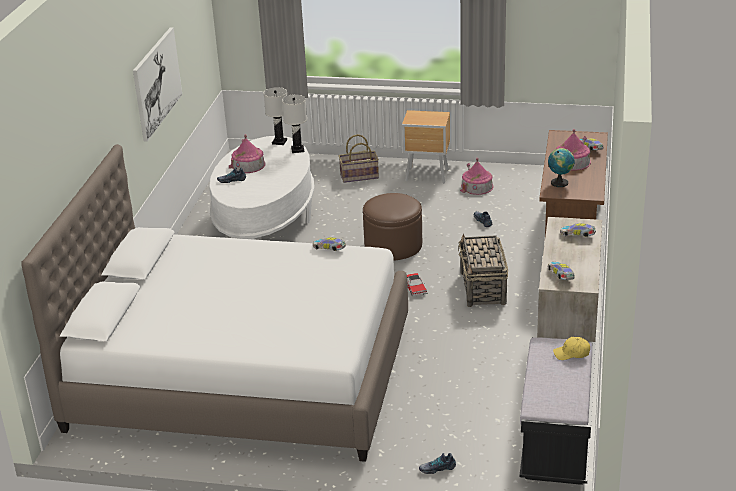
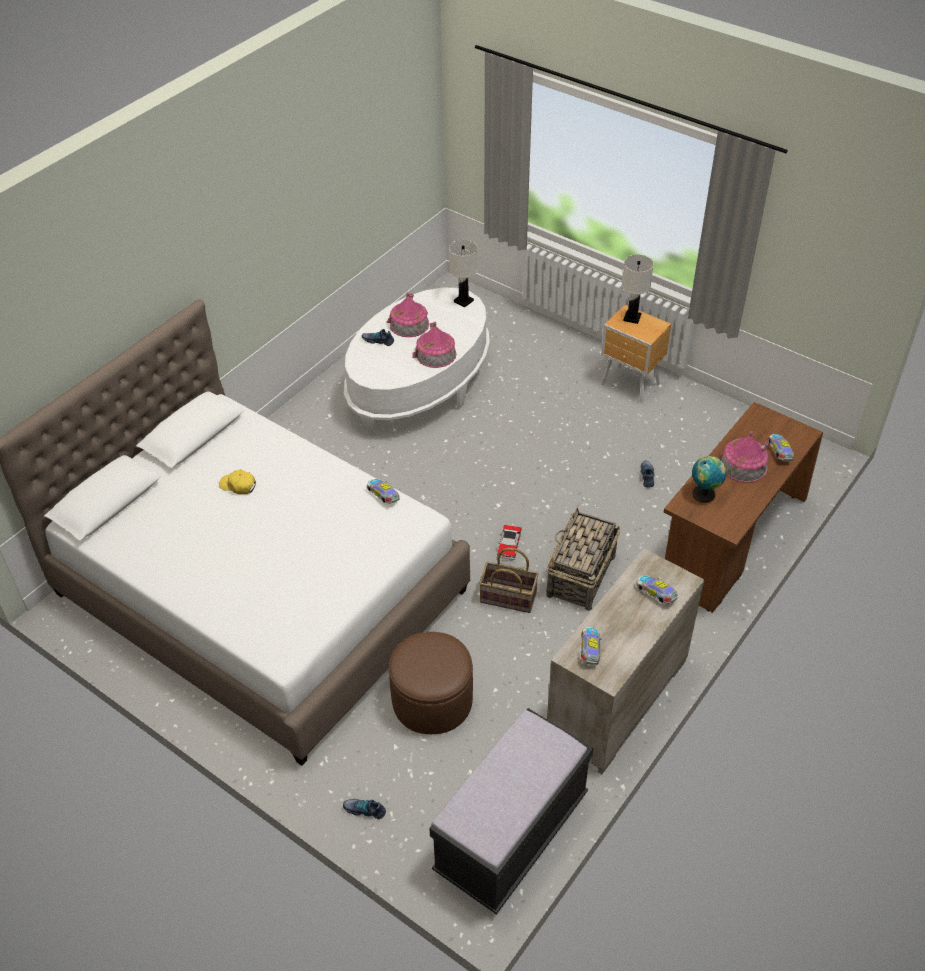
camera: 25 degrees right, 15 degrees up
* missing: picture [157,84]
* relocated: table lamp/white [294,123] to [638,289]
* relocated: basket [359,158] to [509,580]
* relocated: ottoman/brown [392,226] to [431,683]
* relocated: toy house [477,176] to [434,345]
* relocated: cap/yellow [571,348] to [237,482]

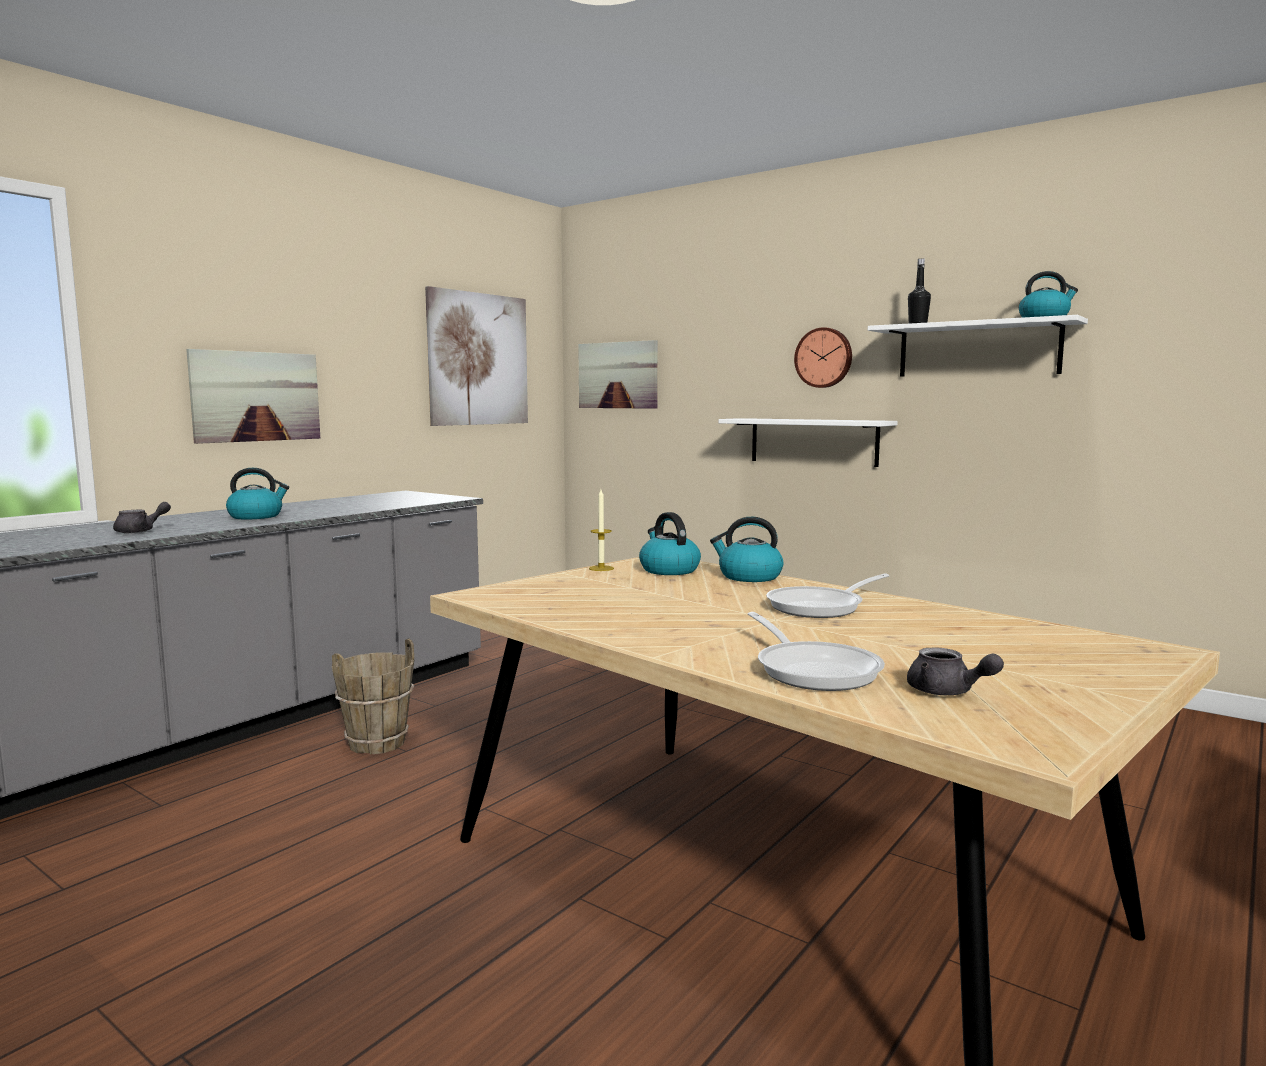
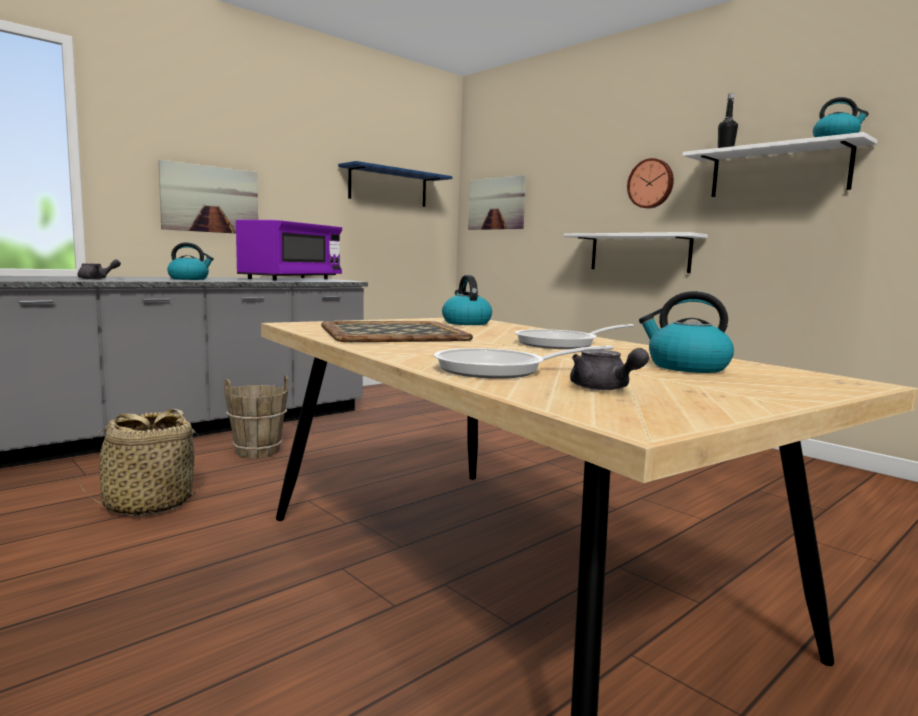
camera: 10 degrees right, 0 degrees up
* missing: candle [601,530]
* appeared: basket [141,462]
* appeared: microwave/purple [289,250]
* appeared: tray [397,331]
* relocated: kettle [746,549] to [686,332]
* exchanged: picture [476,356] to shelf/blue [395,184]
* spun: frying pan [816,651] = [523,362] 90 degrees clockwise

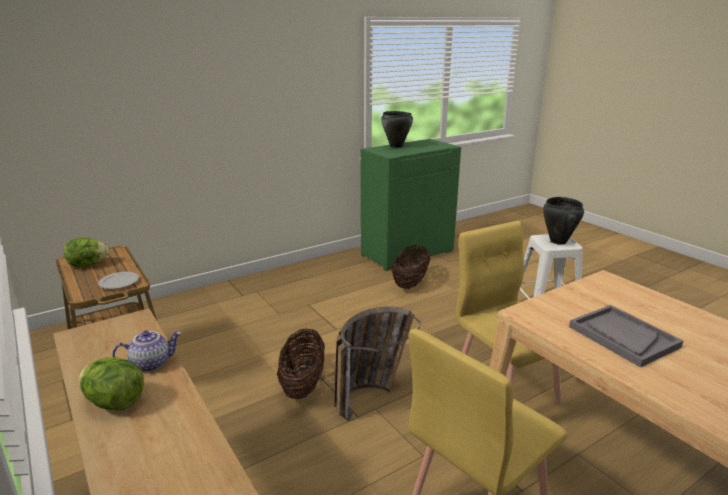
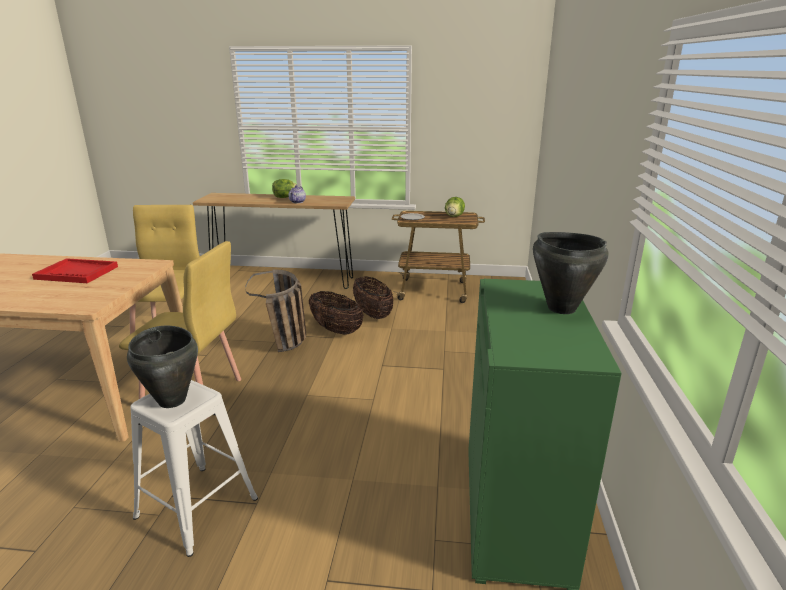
camera: 130 degrees right, 0 degrees up
* relocated: basket [410,267] to [373,297]
* colour: tray/grey [626,336] to tray/red [75,270]

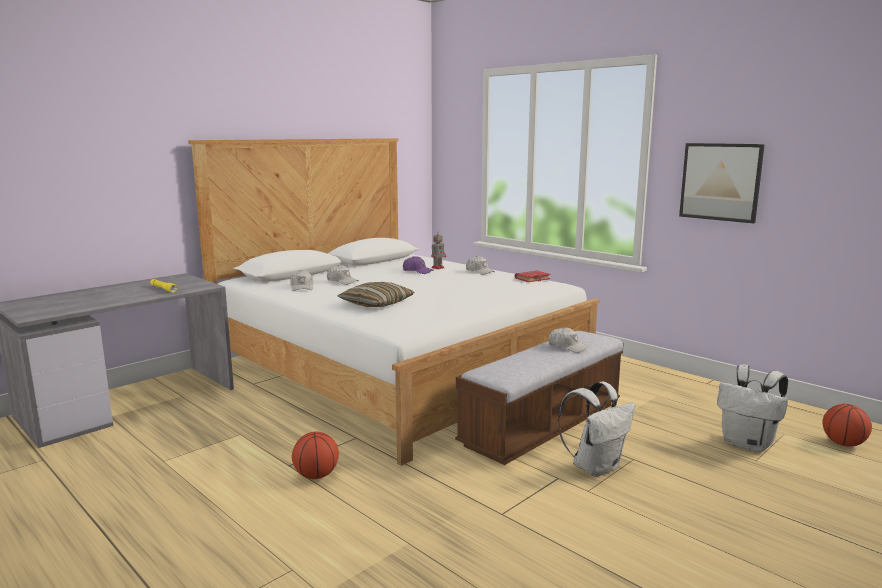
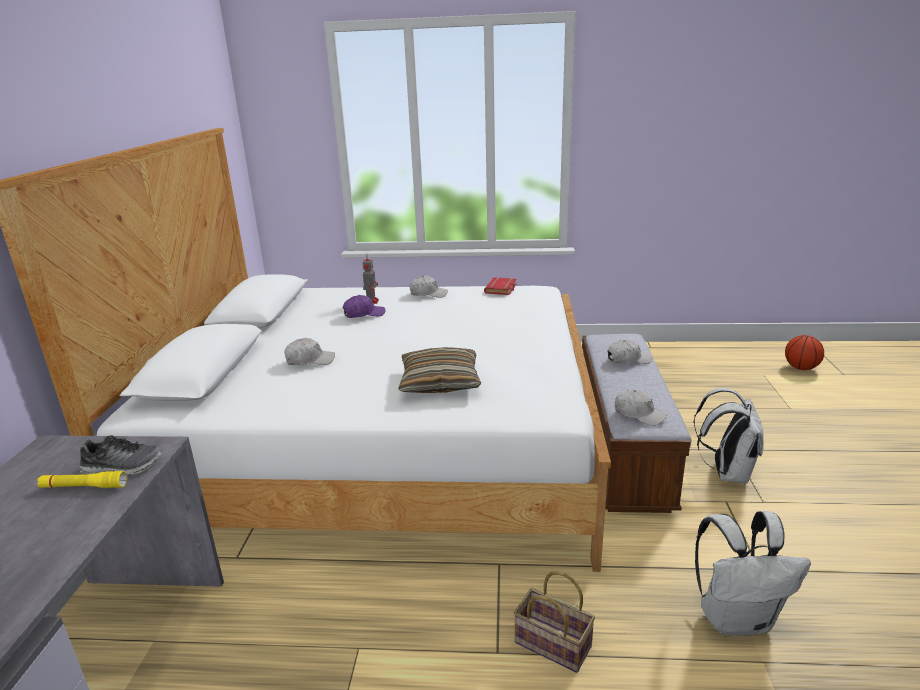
camera: 40 degrees left, 10 degrees up
* missing: picture [722,183]
* appeared: shoe [121,455]
* relocated: cap/white [302,280] to [641,407]
* relocated: backpack/white [752,408] to [753,573]
* exchanged: basketball [315,455] to basket [554,622]

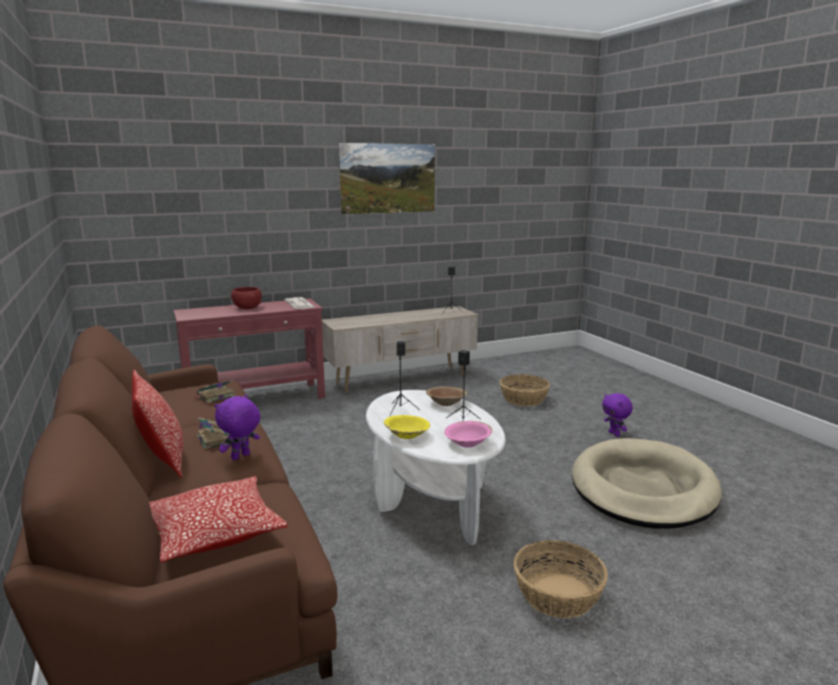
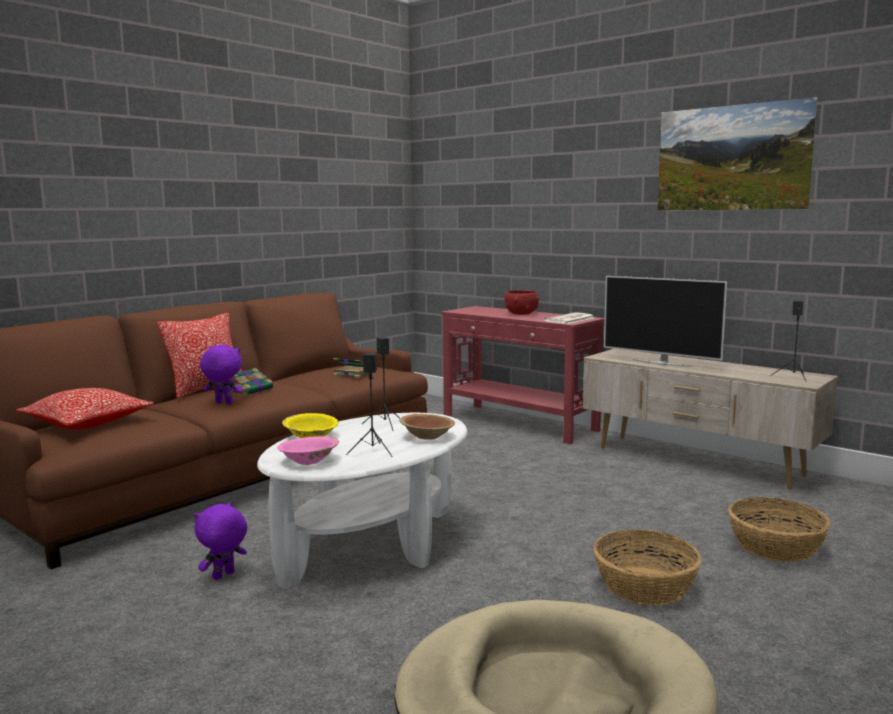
camera: 65 degrees right, 5 degrees down
* appeared: television [665,321]
* relocated: basket [560,579] to [647,567]
* relocated: plush toy/purple [617,415] to [220,541]

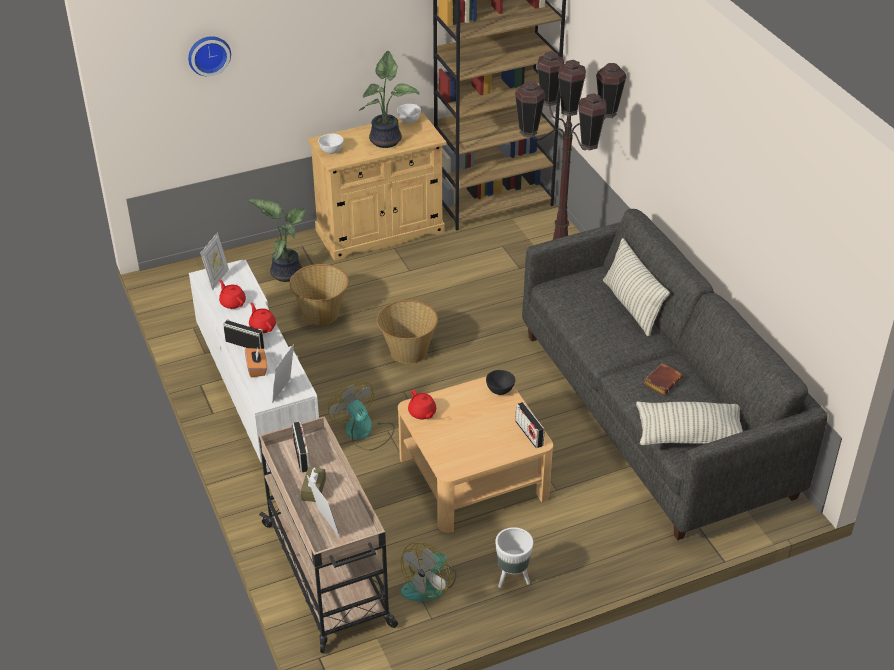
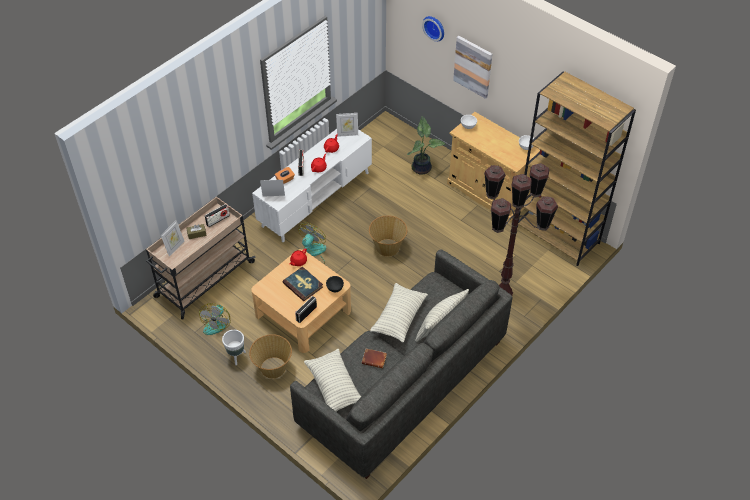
camera: 65 degrees right, 10 degrees up
* missing: potted plant [389,99]
* appeared: book [303,283]
* appeared: pillow [399,312]
* appeared: picture [472,67]
* relocated: basket [319,294] to [270,356]
* spun: fan [428,572] = [215,319] 90 degrees counterclockwise

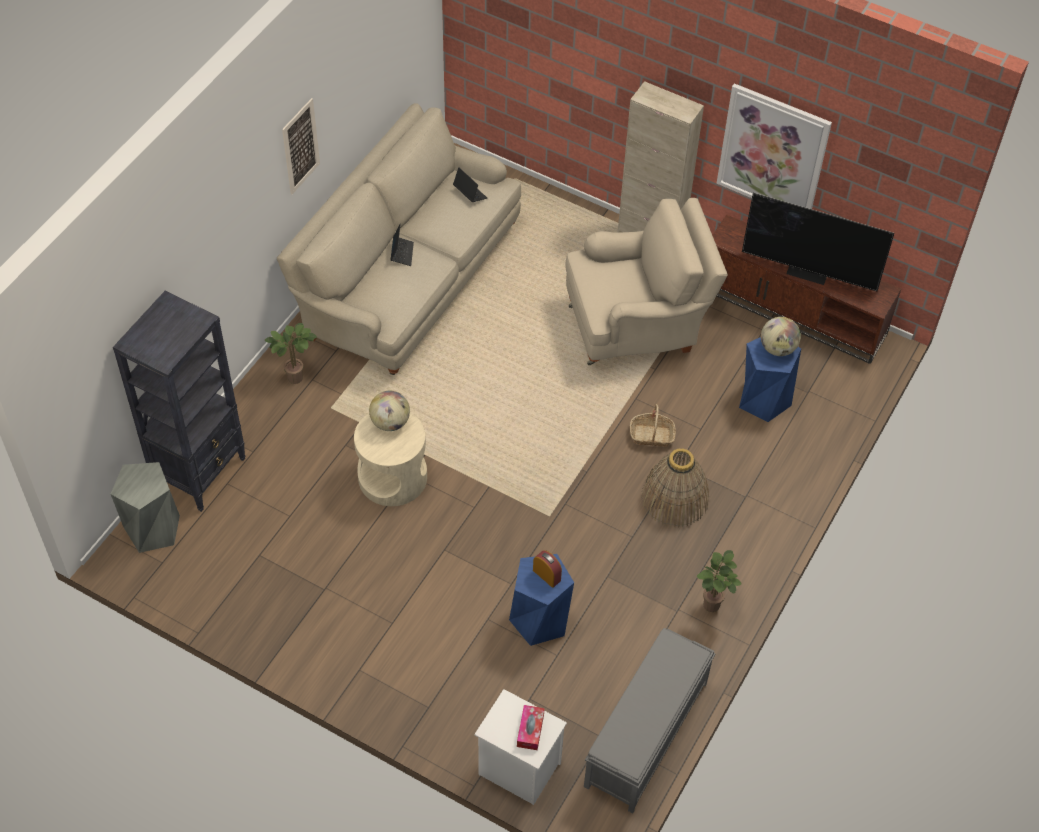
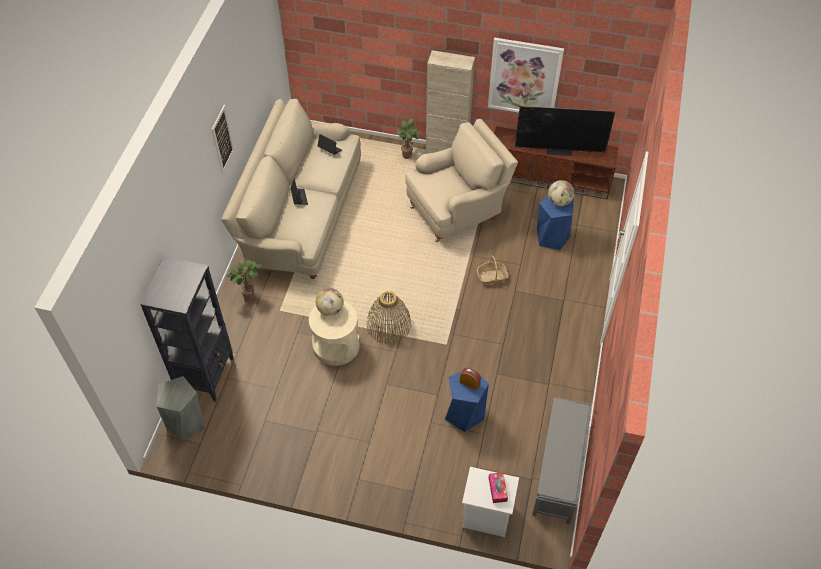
camera: 15 degrees left, 0 degrees up
* relocated: basket [675,488] to [389,317]
* relocated: potted plant [719,581] to [408,138]

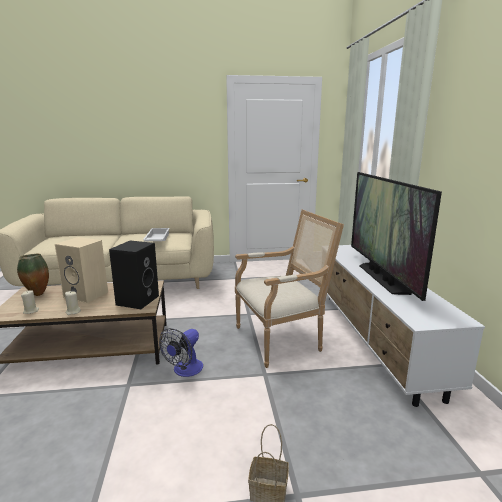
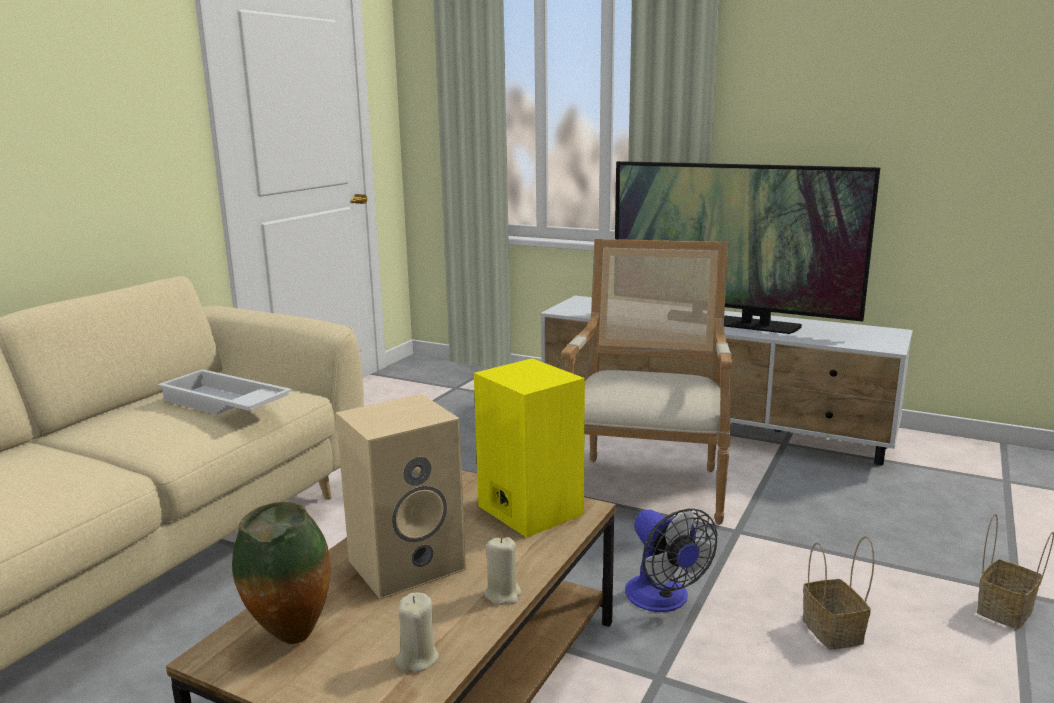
camera: 55 degrees left, 0 degrees up
* appeared: basket [838,592]
* colour: speaker/black [134,275] to speaker/yellow [529,448]

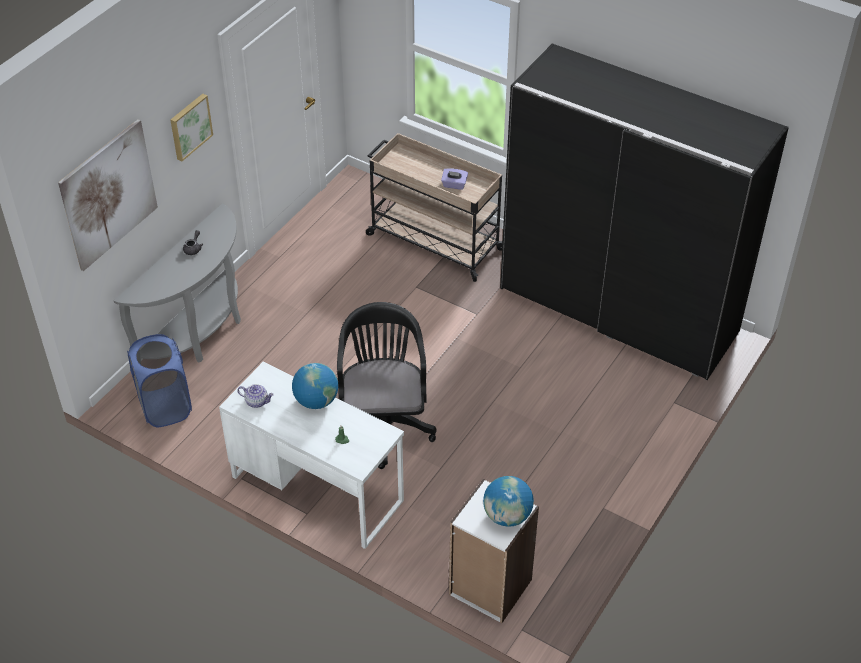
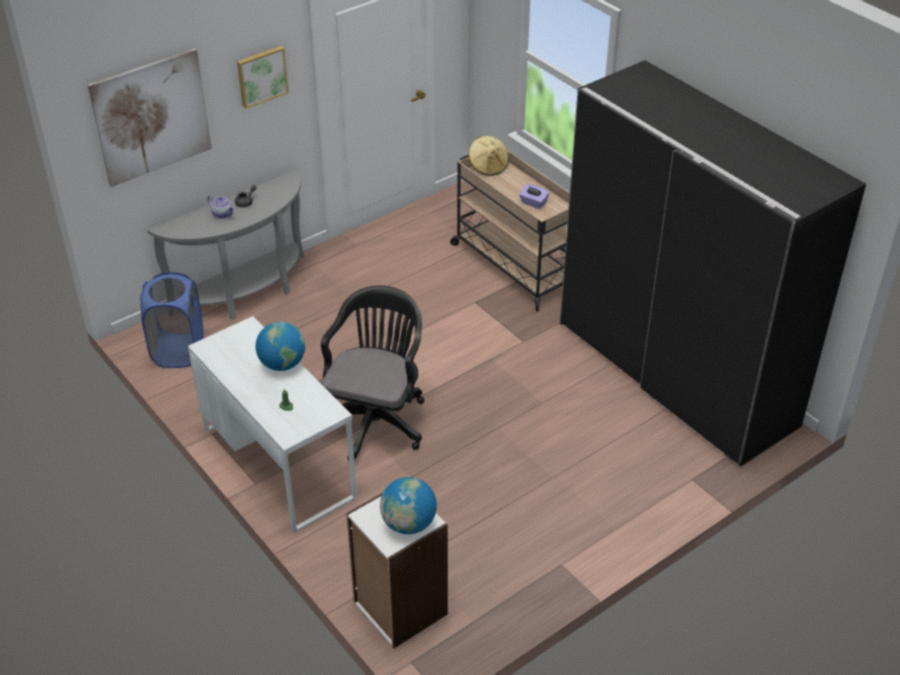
camera: 20 degrees right, 5 degrees down
* appeared: hat/beige [489,156]
* relocated: teapot [255,396] to [220,207]

